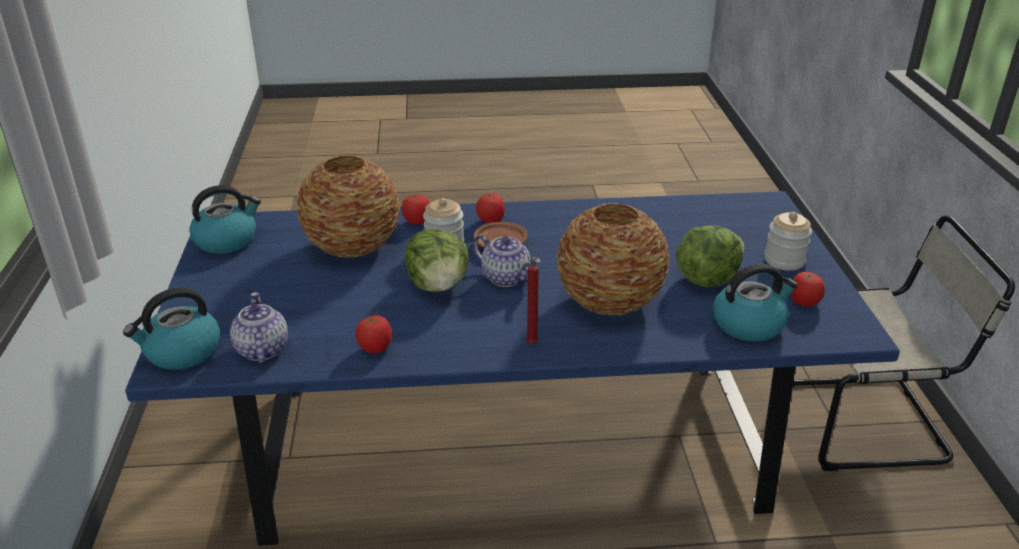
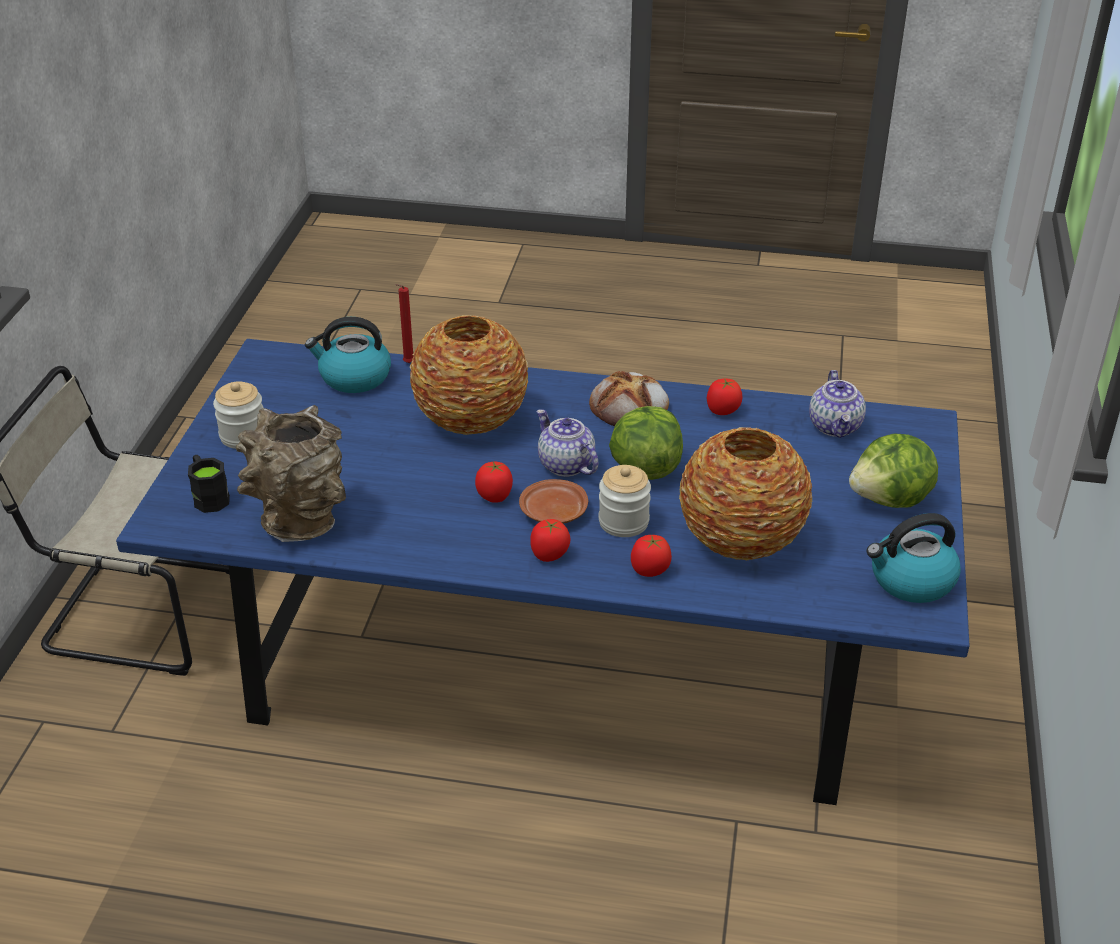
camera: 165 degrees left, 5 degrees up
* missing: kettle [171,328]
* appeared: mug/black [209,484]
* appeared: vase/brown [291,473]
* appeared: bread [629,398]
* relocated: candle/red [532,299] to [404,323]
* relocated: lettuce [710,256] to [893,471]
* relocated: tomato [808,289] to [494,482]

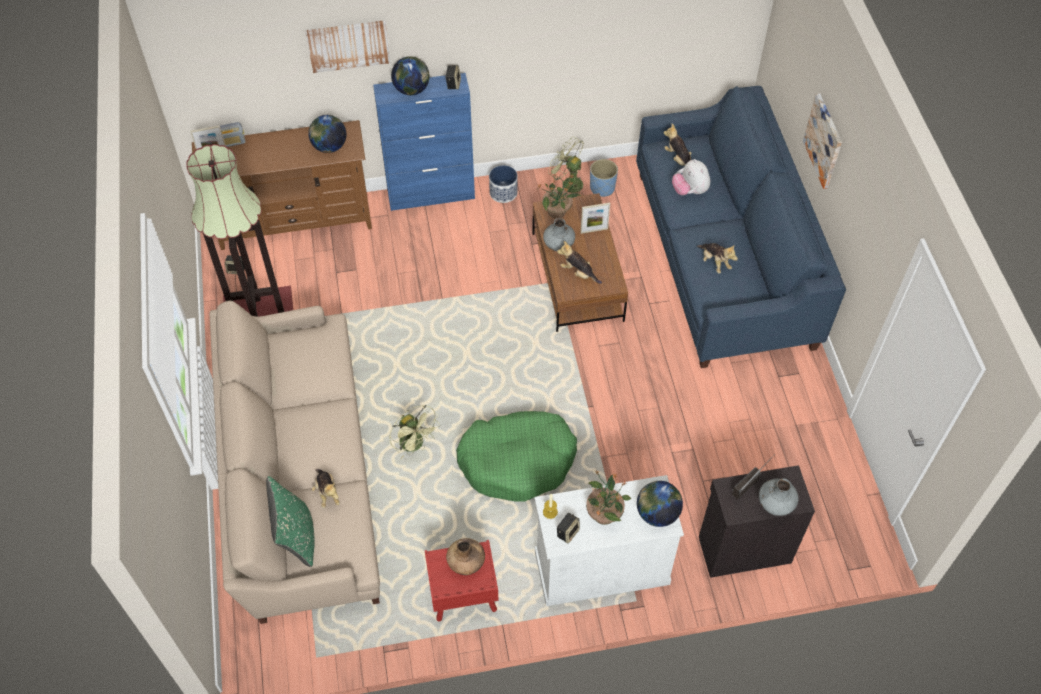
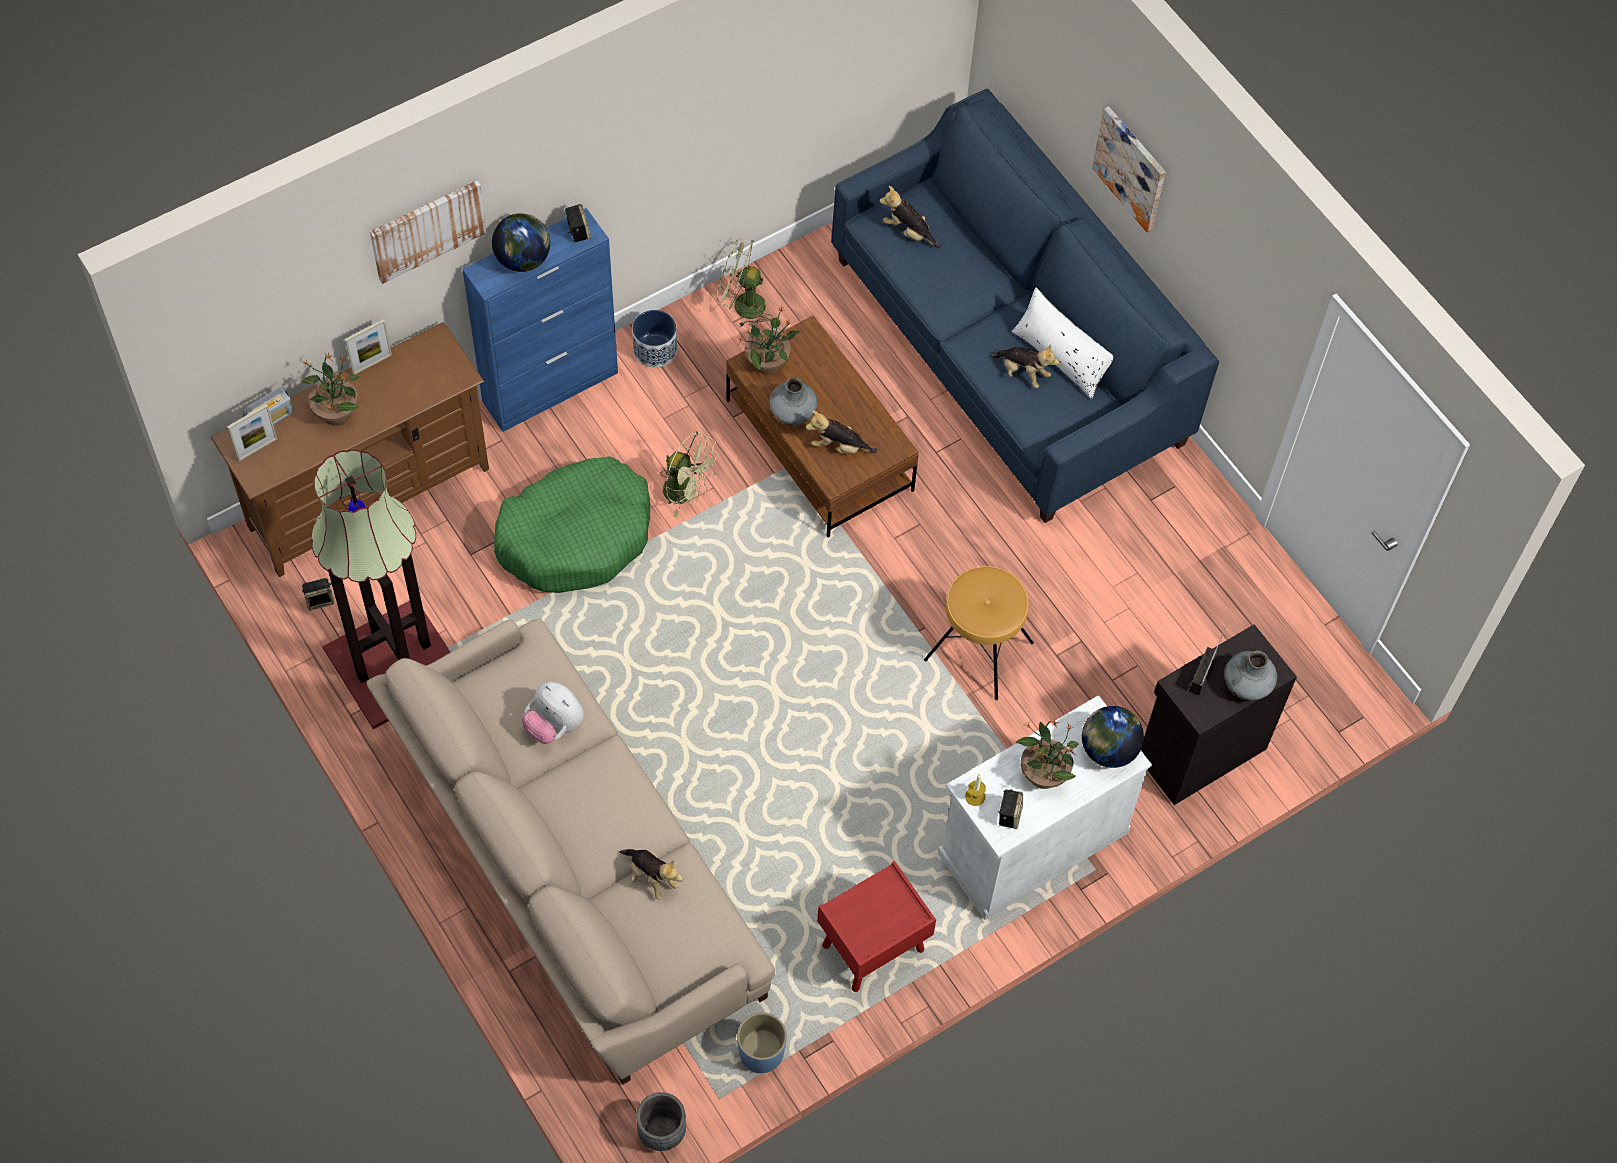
camera: 25 degrees left, 5 degrees up
* missing: pillow/green [290,521]
* missing: globe [327,134]
* missing: vase/brown [465,556]
* appeared: potted plant [330,389]
* appeared: planter/grey [661,1121]
* appeared: stool/brown [979,633]
* appeared: pillow/white [1062,343]
* relocated: fan/green [414,432] to [690,474]
* relocated: dog bed/green [516,456] to [572,524]
* relocated: picture frame [595,218] to [368,347]
* relocated: planter/blue [604,178] to [762,1042]
* relocated: plush toy [691,177] to [553,713]

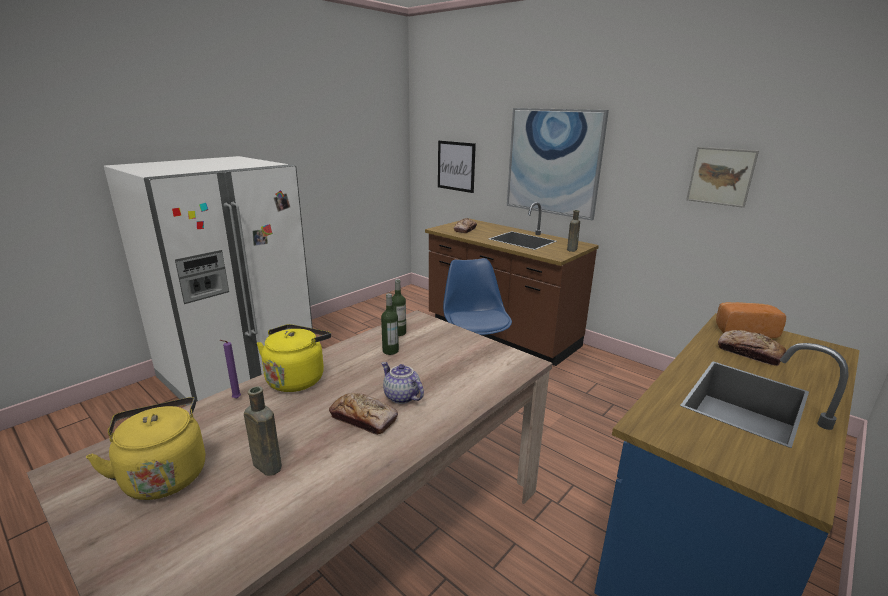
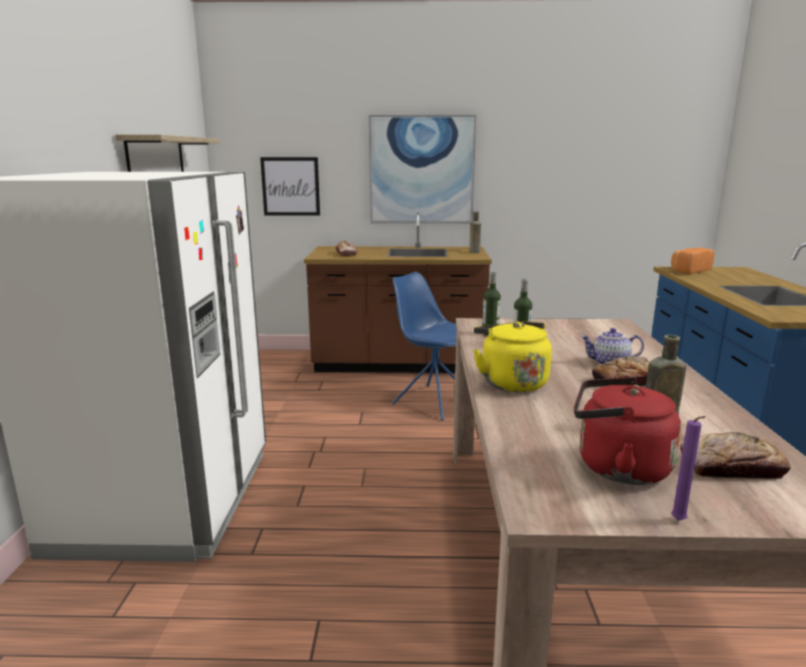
camera: 40 degrees left, 5 degrees down
* missing: picture [722,177]
* appeared: shelf [167,153]
* relocated: candle/purple [230,369] to [688,468]
* relocated: bread [752,348] to [735,456]
* colour: kettle/yellow [145,448] to kettle/red [627,431]

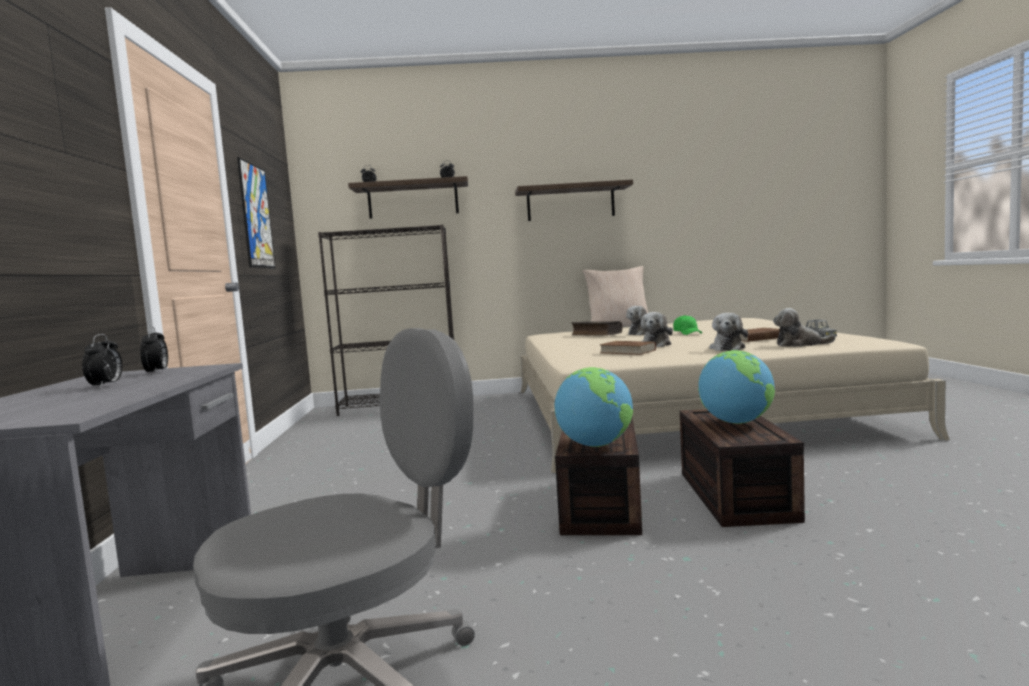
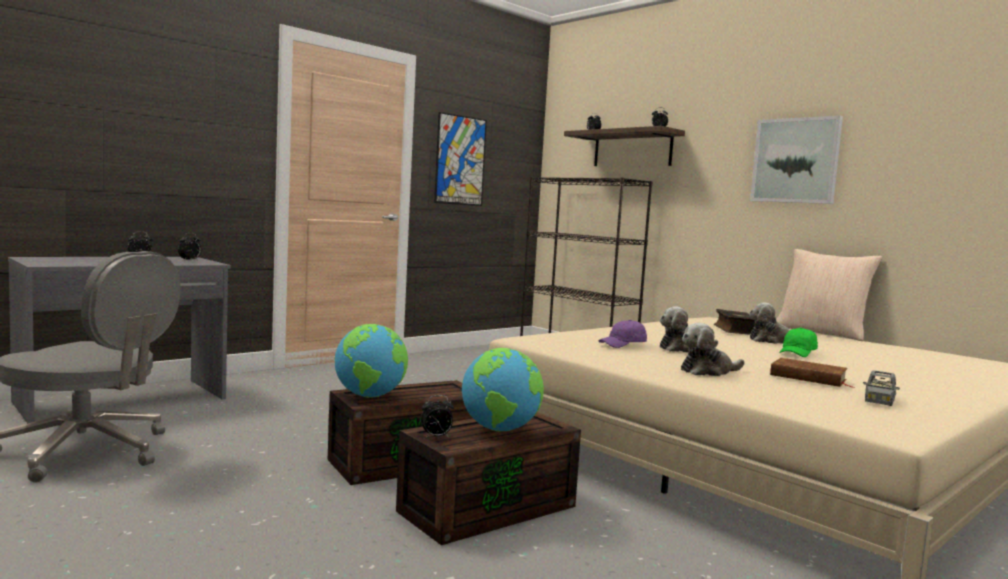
camera: 50 degrees right, 0 degrees up
* missing: plush toy [804,327]
* appeared: alarm clock [437,416]
* exchanged: shelf [574,200] to picture [796,159]
* exchanged: book/brown [628,348] to cap/purple [623,334]

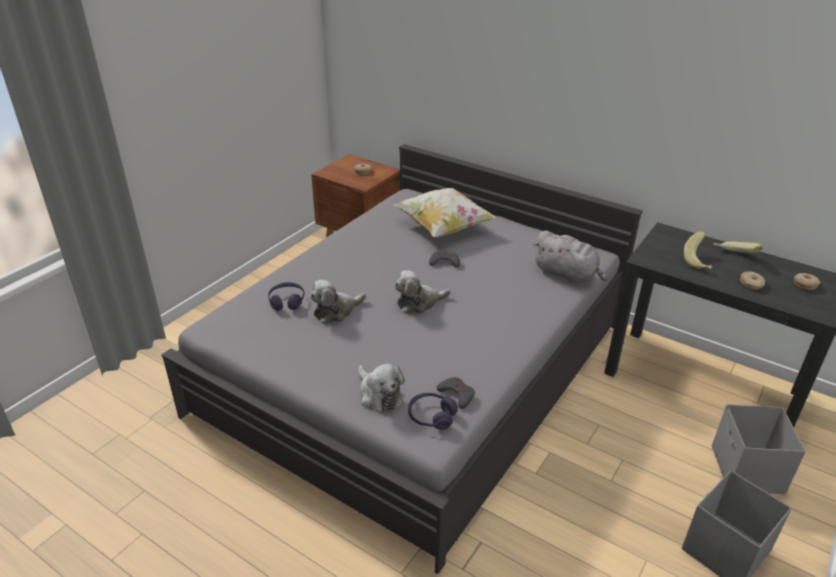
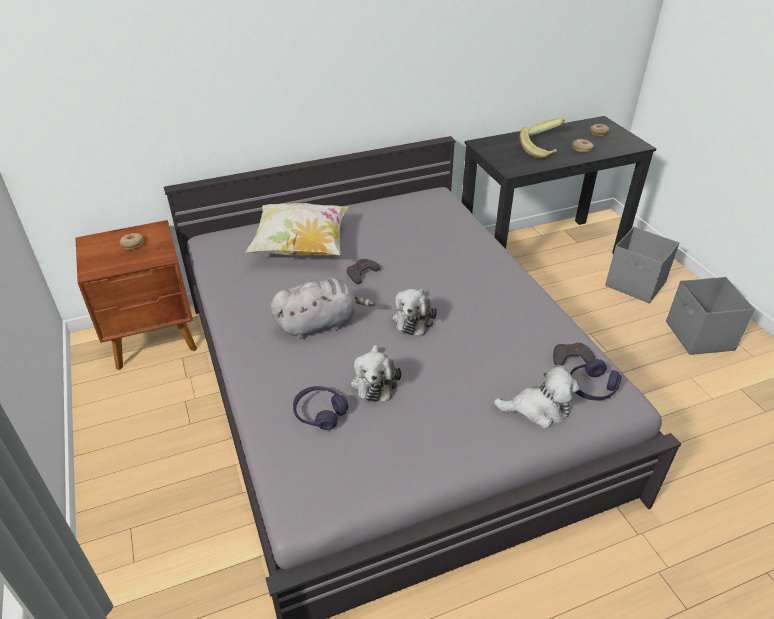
camera: 55 degrees left, 5 degrees up
* relocated: plush toy/grey [570,257] to [322,308]

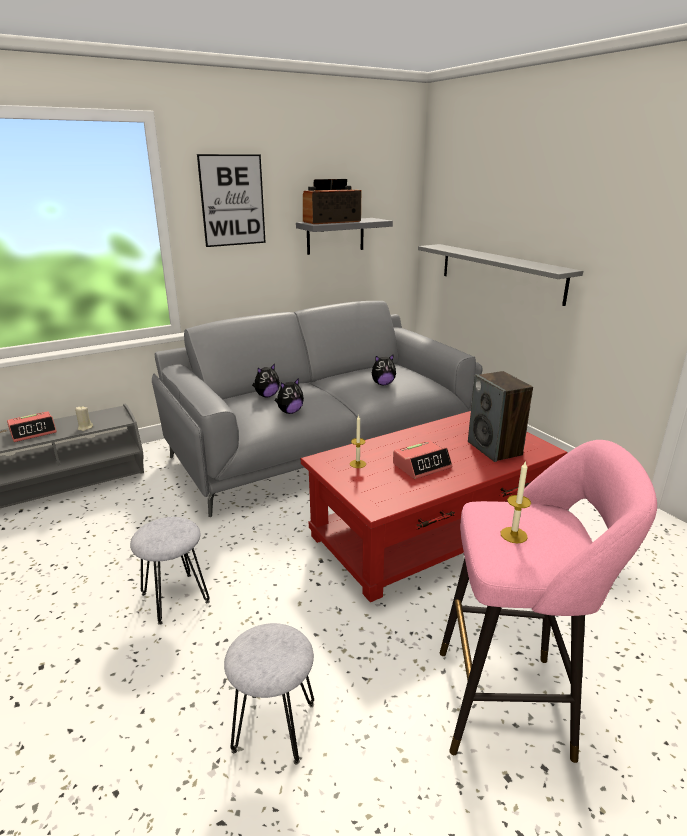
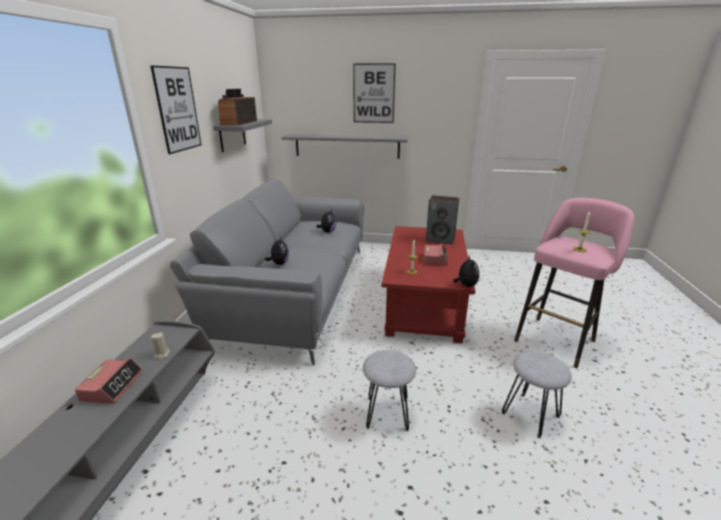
camera: 50 degrees left, 0 degrees up
* appeared: picture [374,93]
* relocated: plush toy [289,396] to [466,271]

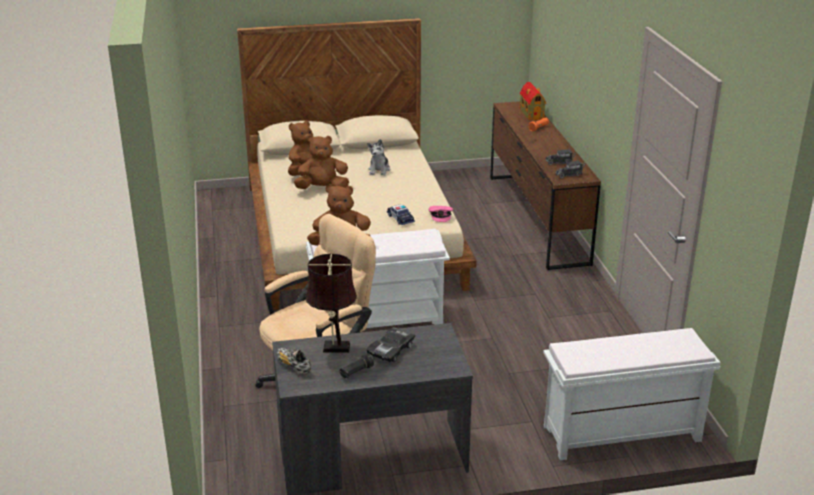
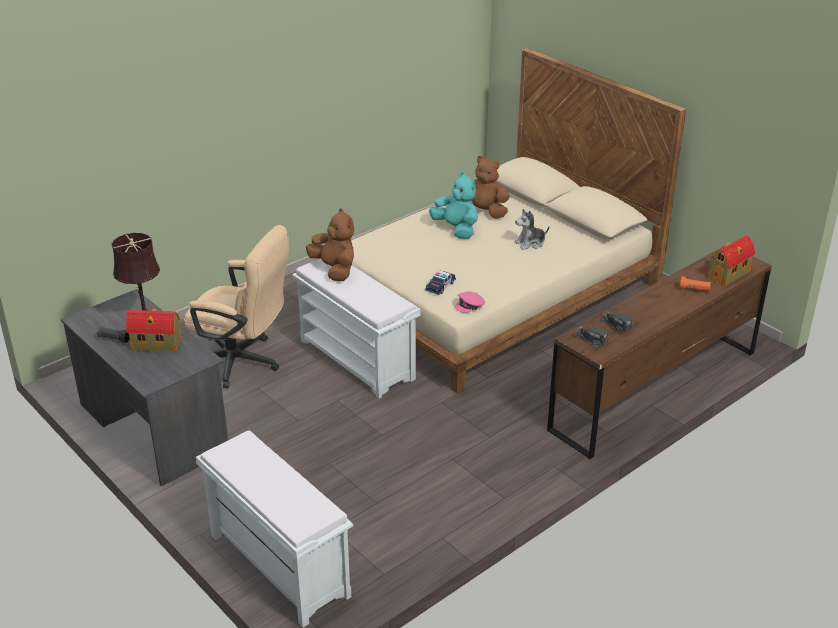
camera: 60 degrees right, 5 degrees up
* missing: shoe [294,361]
* exchanged: toy car/black [390,344] to toy house [154,330]
* colour: plush toy/brown [321,162] to plush toy/turquoise [453,205]

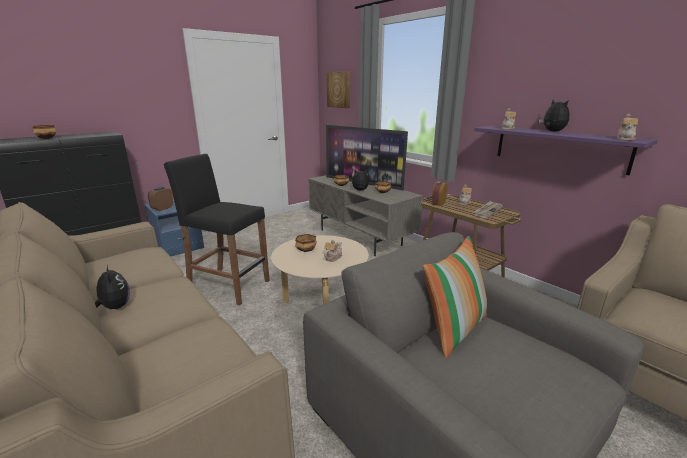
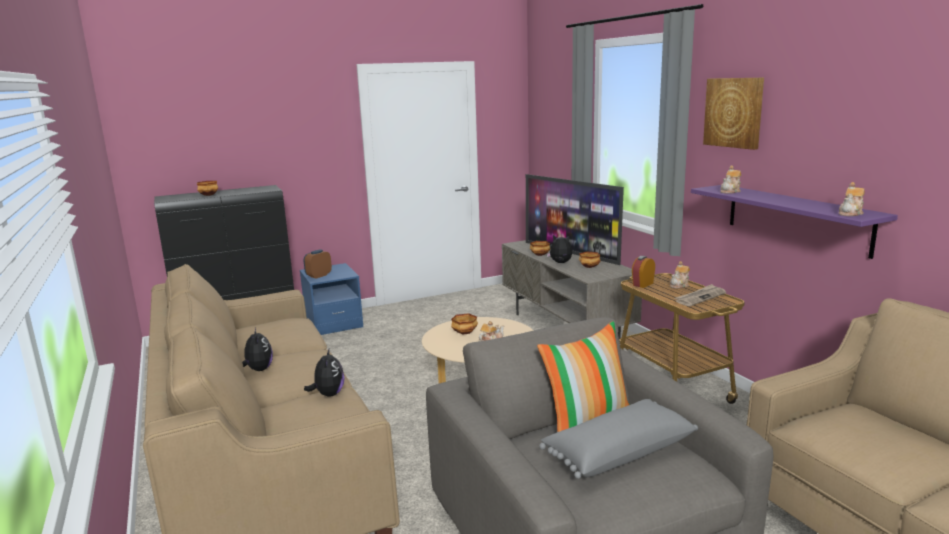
camera: 15 degrees right, 5 degrees down
* missing: stool/black [217,229]
* appeared: pillow/grey [618,439]
* relocated: picture [338,89] to [733,114]
* relocated: plush toy [554,116] to [324,373]

